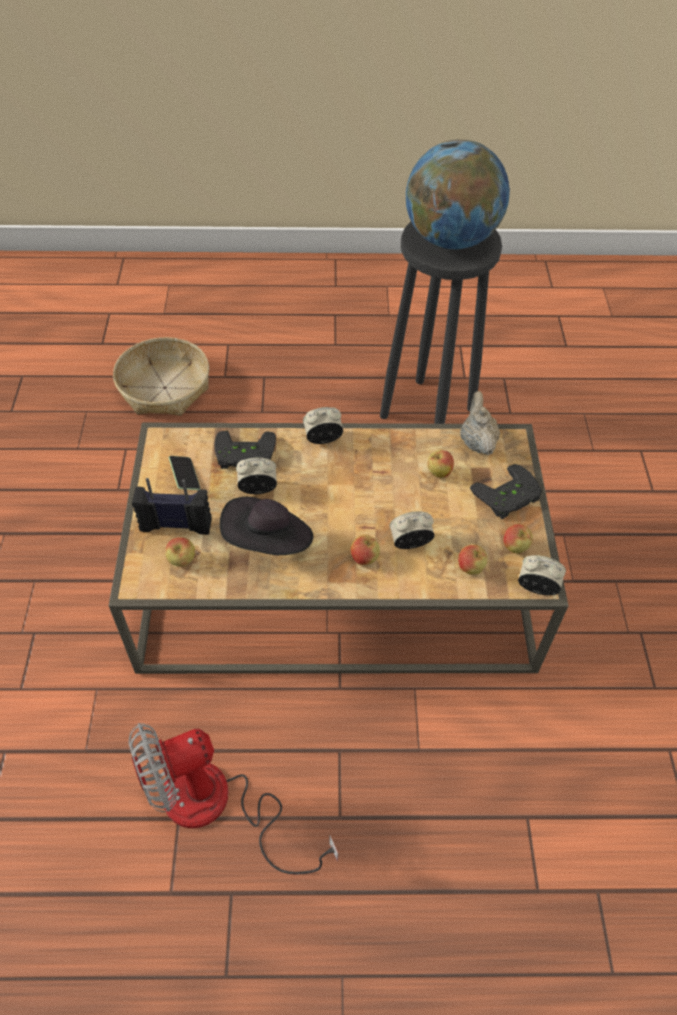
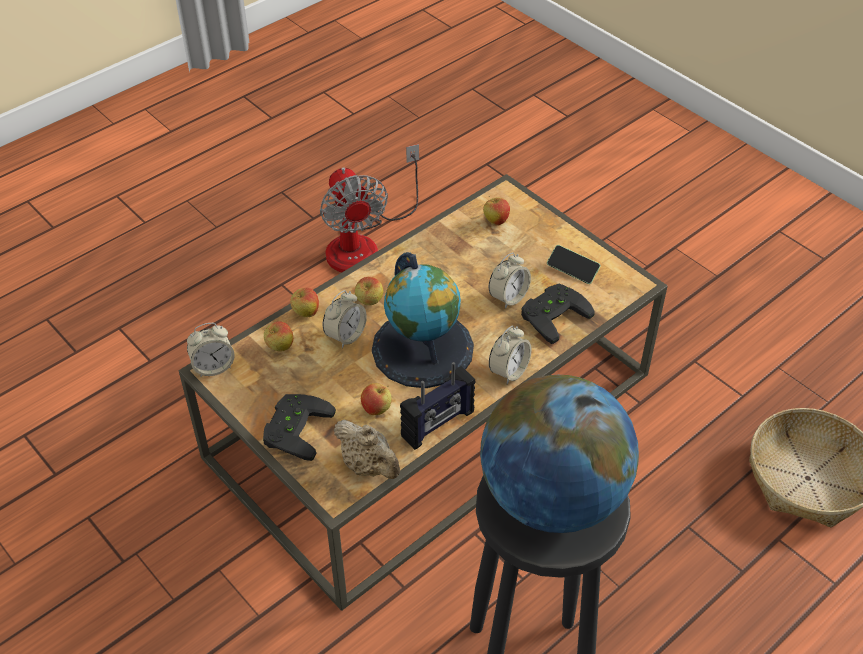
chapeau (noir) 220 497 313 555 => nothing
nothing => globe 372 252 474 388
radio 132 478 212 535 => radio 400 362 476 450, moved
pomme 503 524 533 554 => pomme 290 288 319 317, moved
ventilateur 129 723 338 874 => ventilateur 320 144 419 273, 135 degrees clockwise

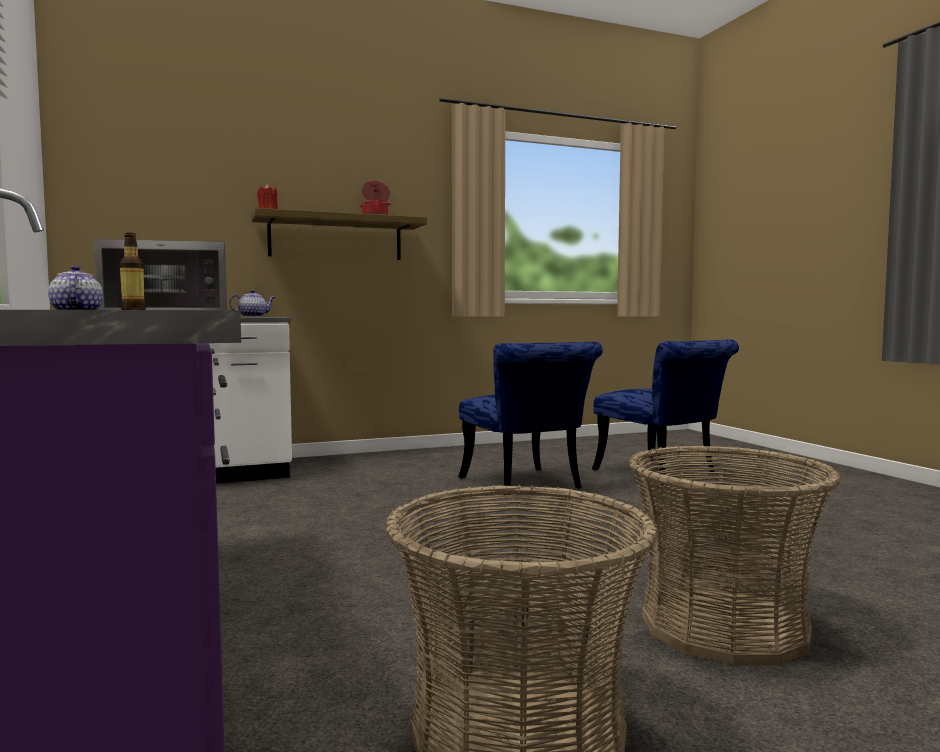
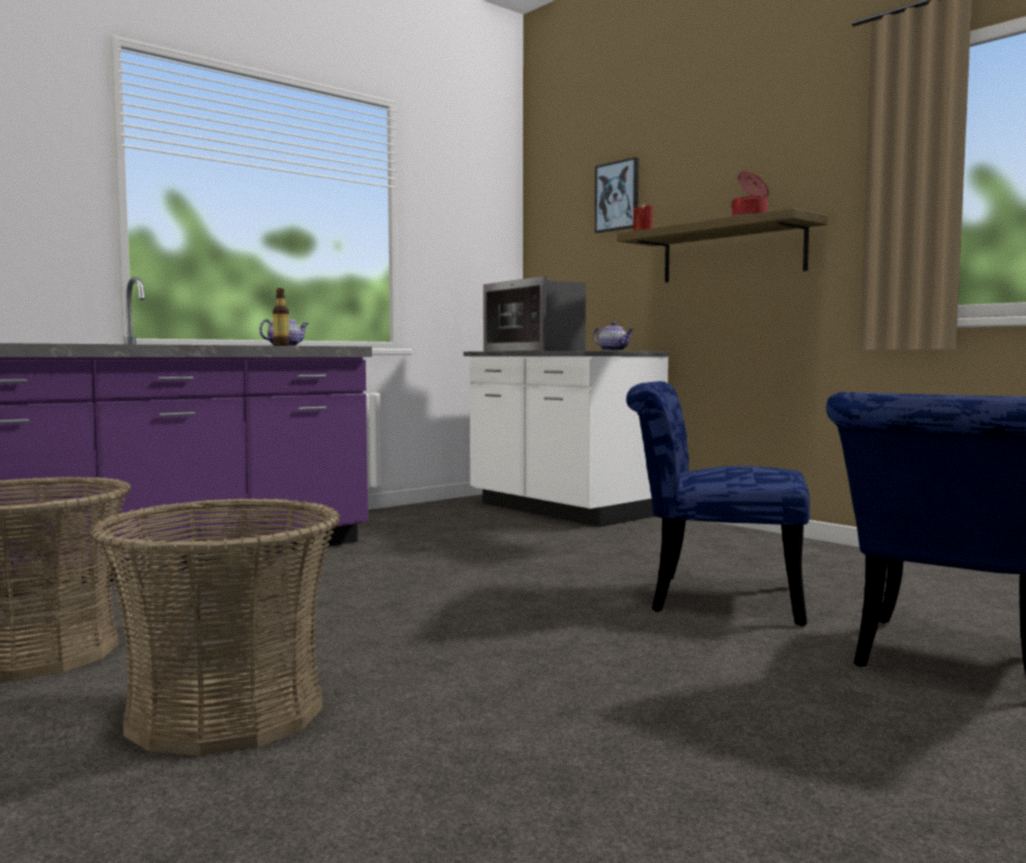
nothing => tableau 595 157 639 233
chaise (bleu) 458 342 603 495 => chaise (bleu) 626 381 810 626, 60 degrees clockwise

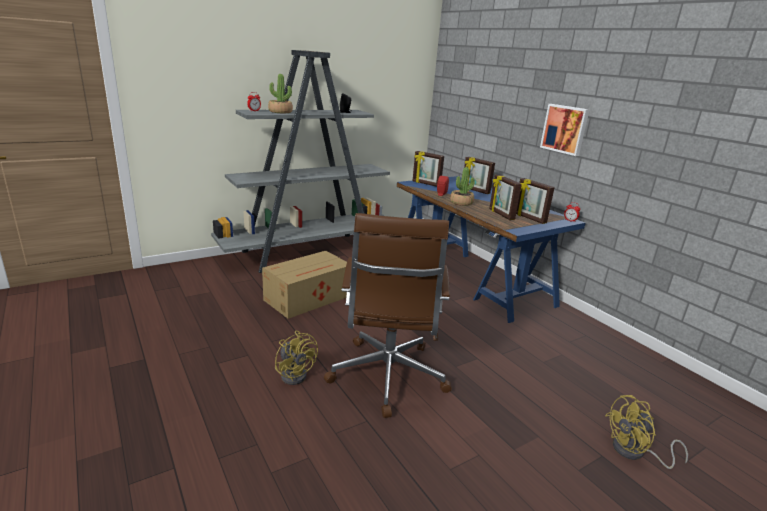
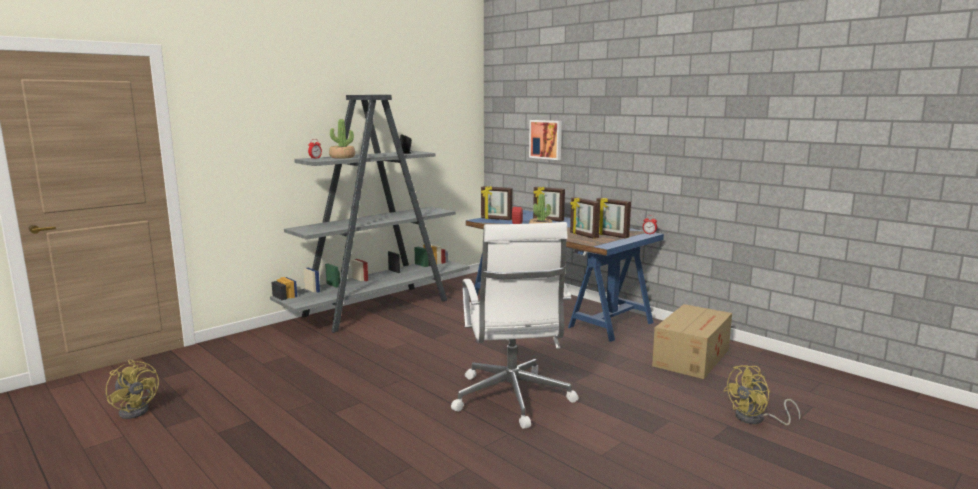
carton 262 251 347 319 => carton 652 304 732 379, moved
ventilateur (jaune) 275 331 318 385 => ventilateur (jaune) 106 360 159 419, moved
tableau 540 104 589 156 => tableau 529 120 562 160, moved
chaise de bureau (marron) 324 213 452 418 => chaise de bureau (blanc) 451 222 579 429

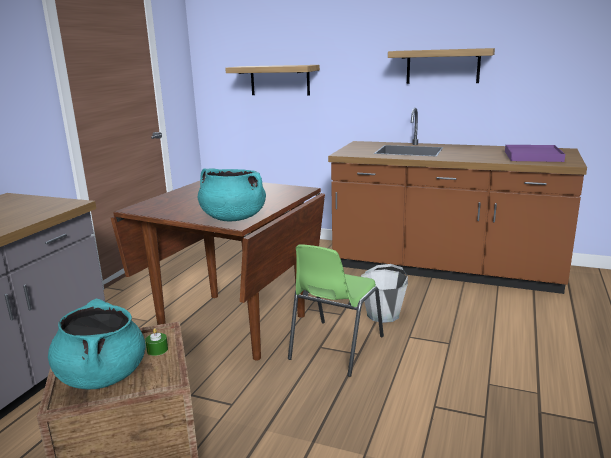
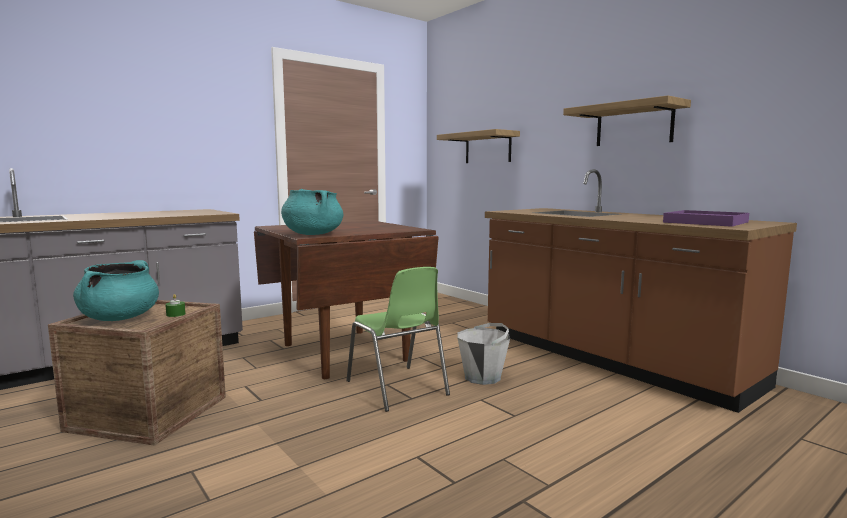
chaise (vert) 288 245 384 377 => chaise (vert) 346 267 450 412, 90 degrees counterclockwise

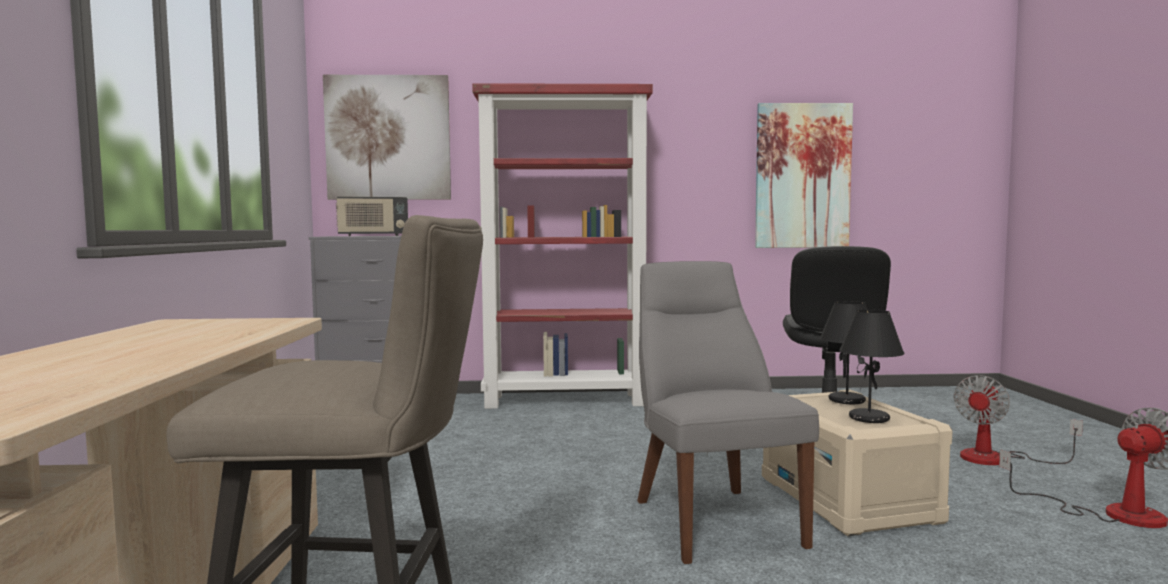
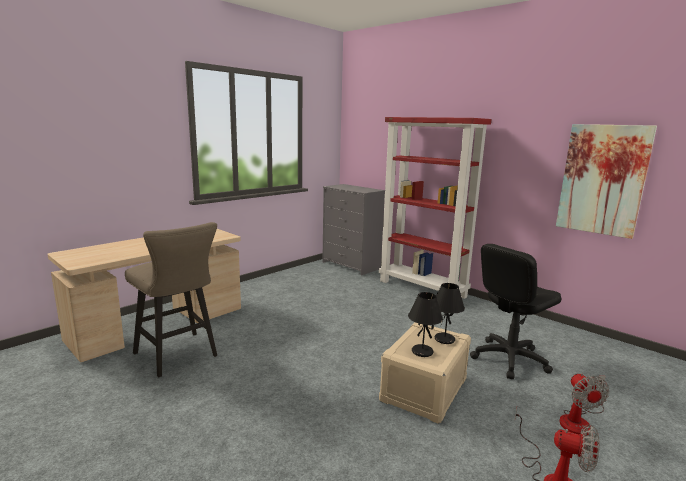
tableau 323 75 451 200 => nothing
radio 336 196 408 236 => nothing
chaise (gris) 637 261 819 564 => nothing
ventilateur 953 375 1083 465 => ventilateur 559 373 609 435, 90 degrees counterclockwise

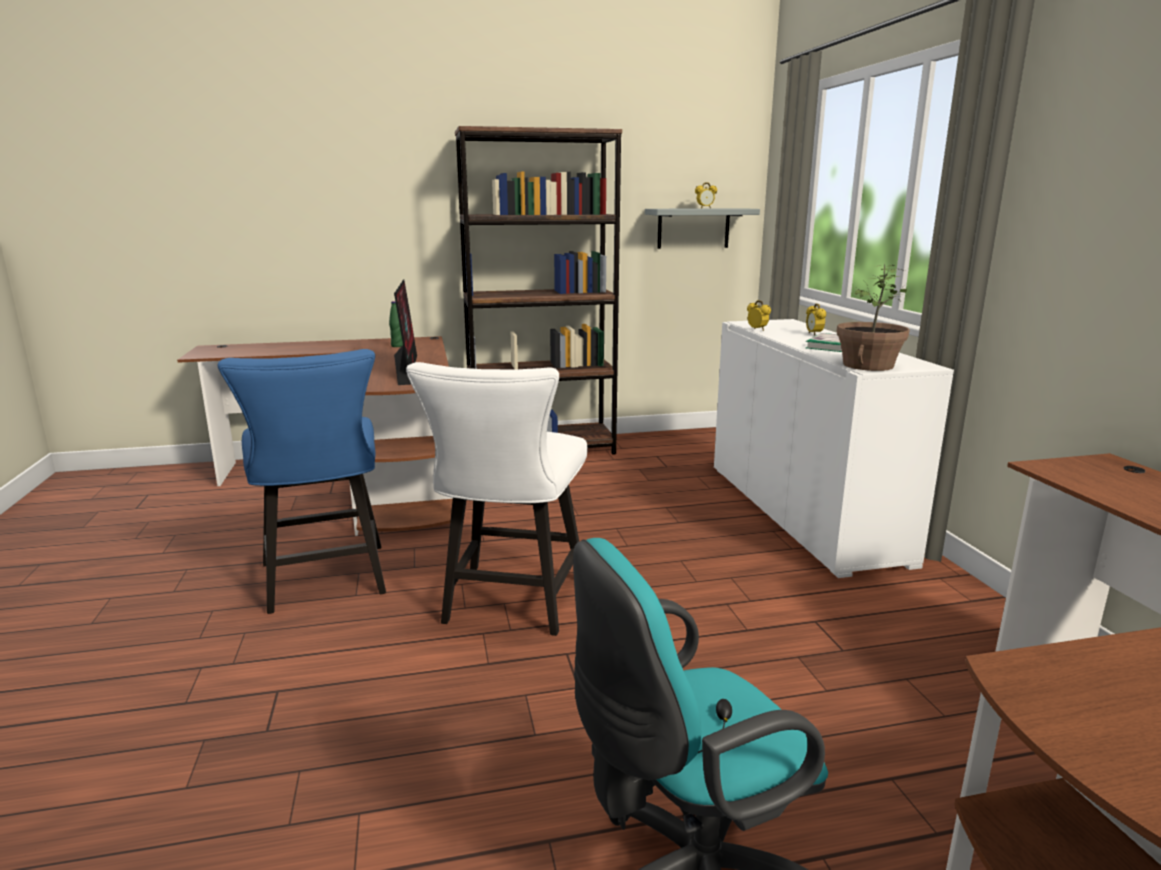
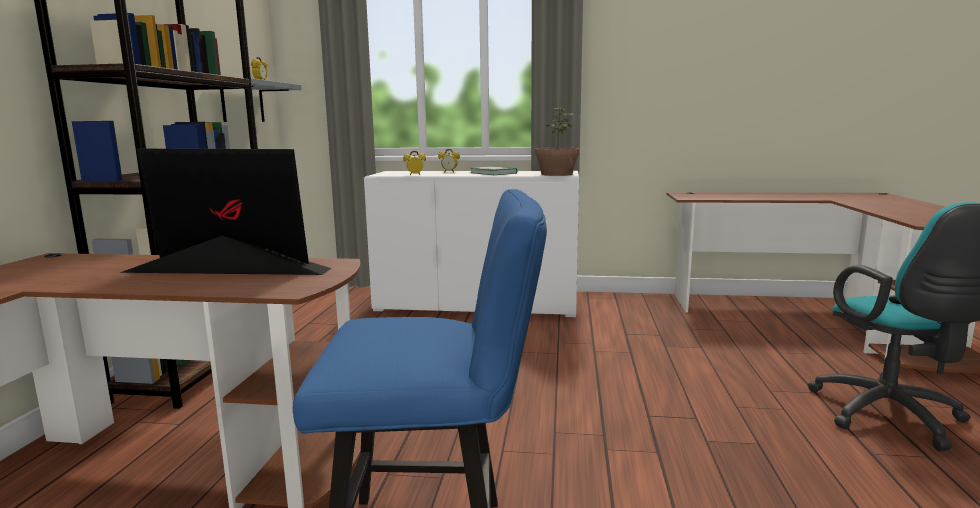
bouteille (vert) 389 301 403 347 => nothing
chaise (blanc) 406 362 587 636 => nothing

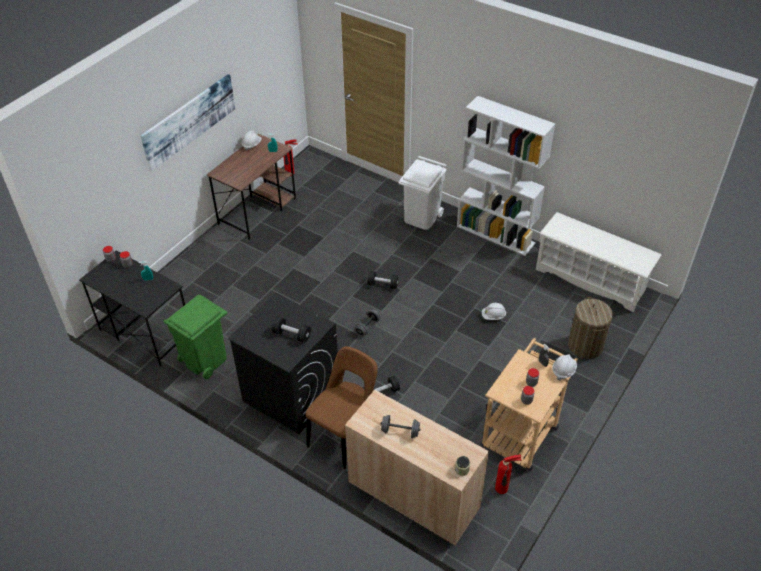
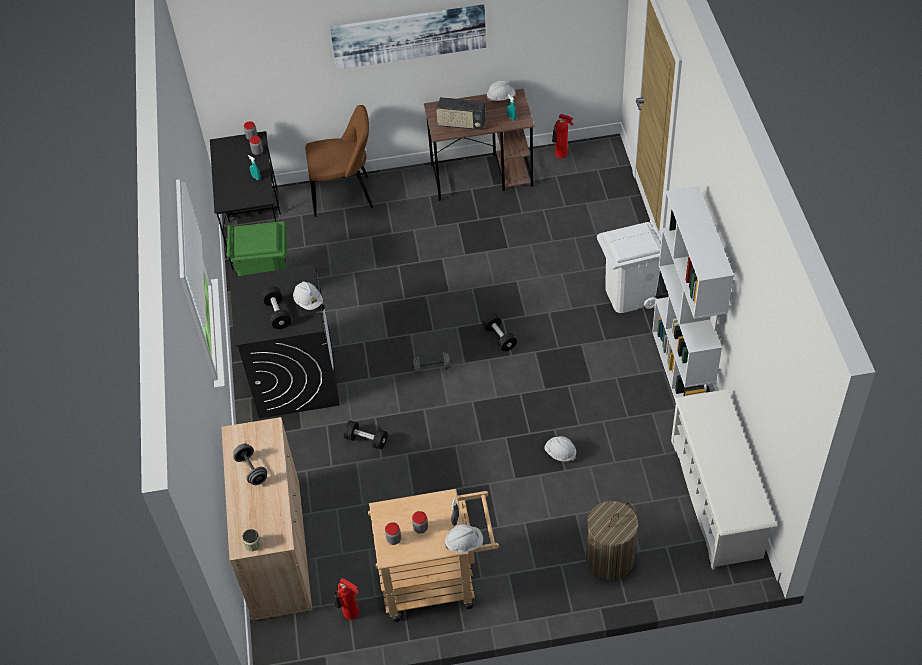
nothing => casque de chantier (blanc) 293 282 323 310
nothing => radio 437 97 486 130
chaise (marron) 305 346 378 469 => chaise (marron) 305 105 373 217, moved

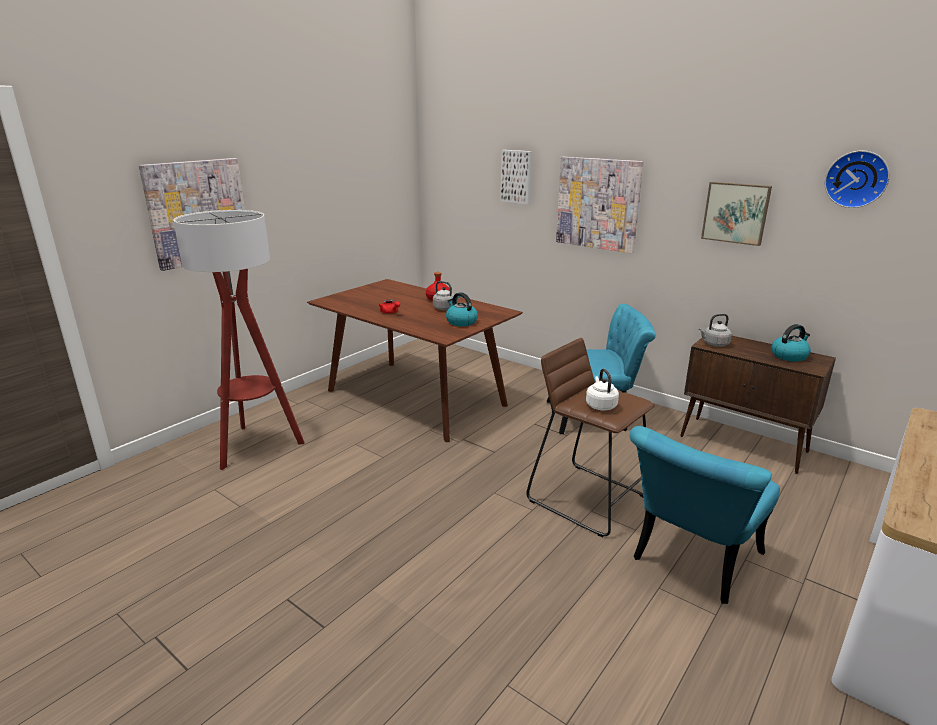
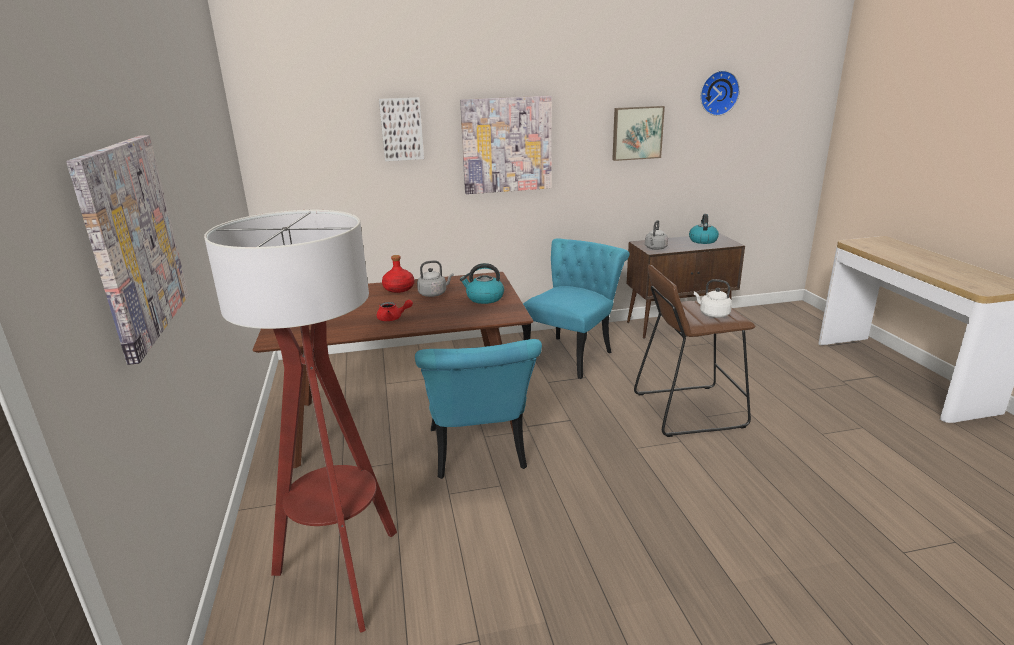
chaise (turquoise) 629 426 780 604 => chaise (turquoise) 415 339 542 479, moved

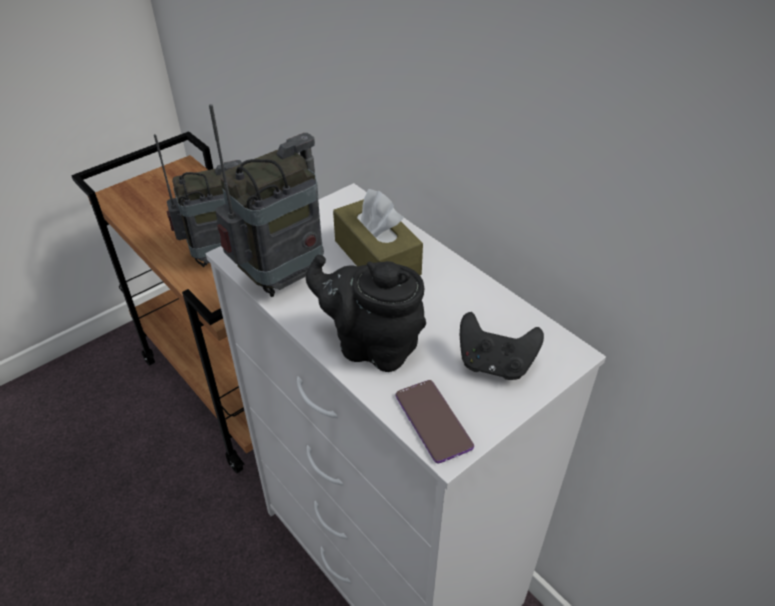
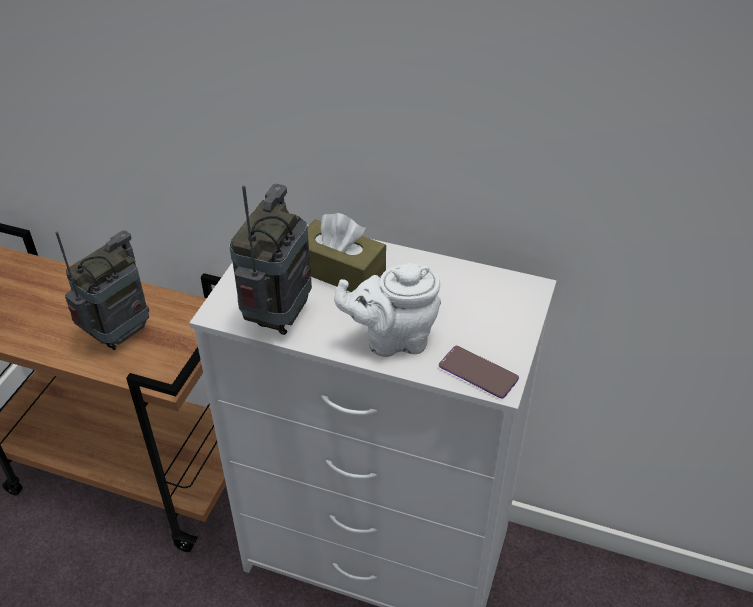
manette (noir) 460 312 544 380 => nothing
théière (noir) 306 255 426 372 => théière (blanc) 334 263 441 357

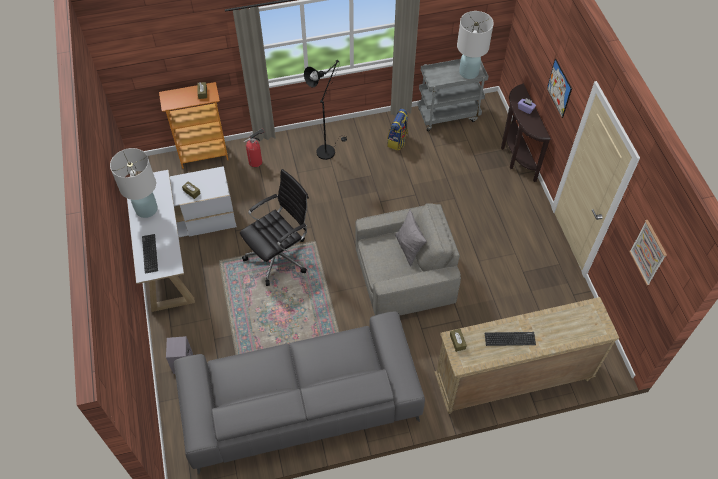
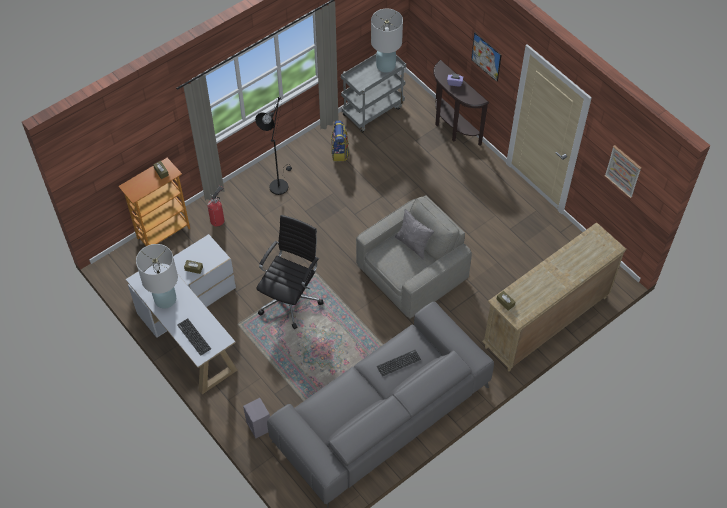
clavier 485 332 536 346 => clavier 377 350 421 376, moved

